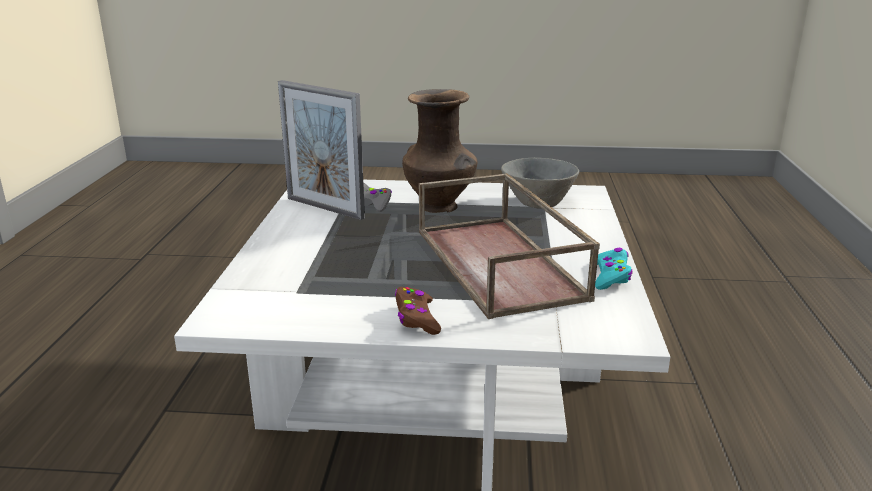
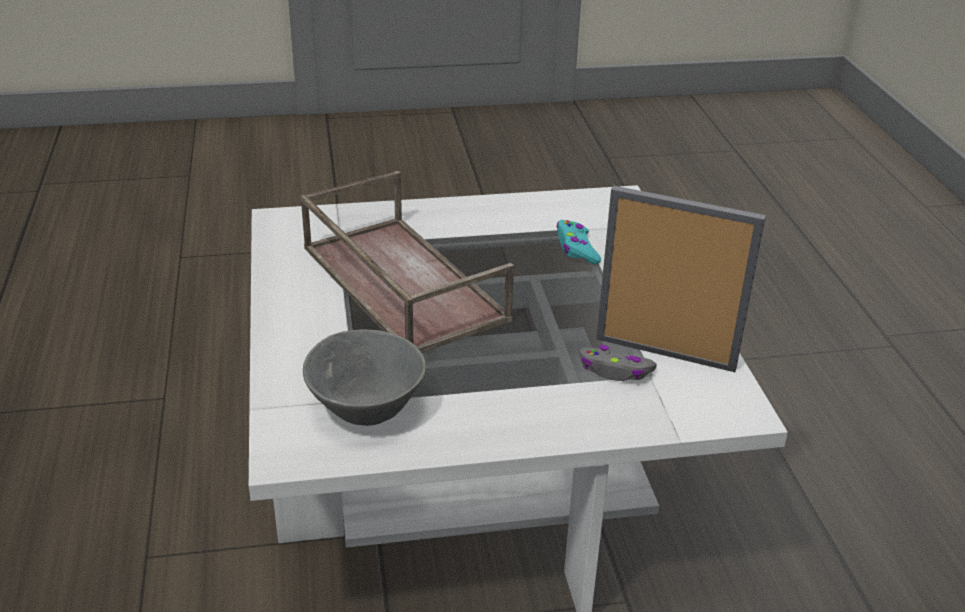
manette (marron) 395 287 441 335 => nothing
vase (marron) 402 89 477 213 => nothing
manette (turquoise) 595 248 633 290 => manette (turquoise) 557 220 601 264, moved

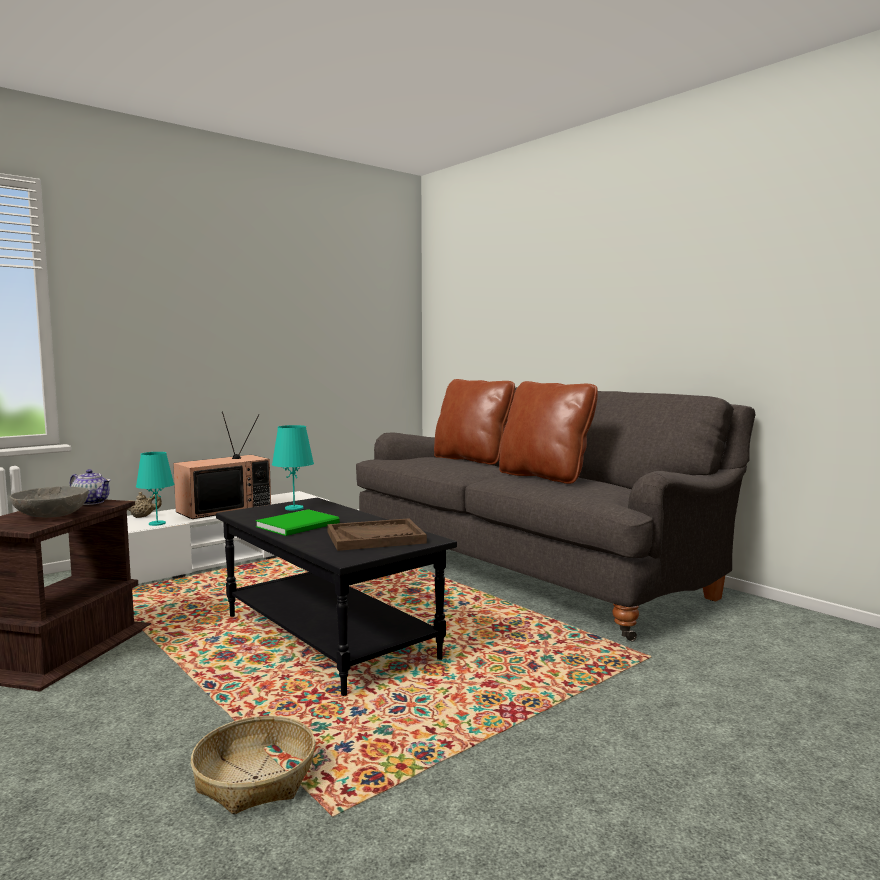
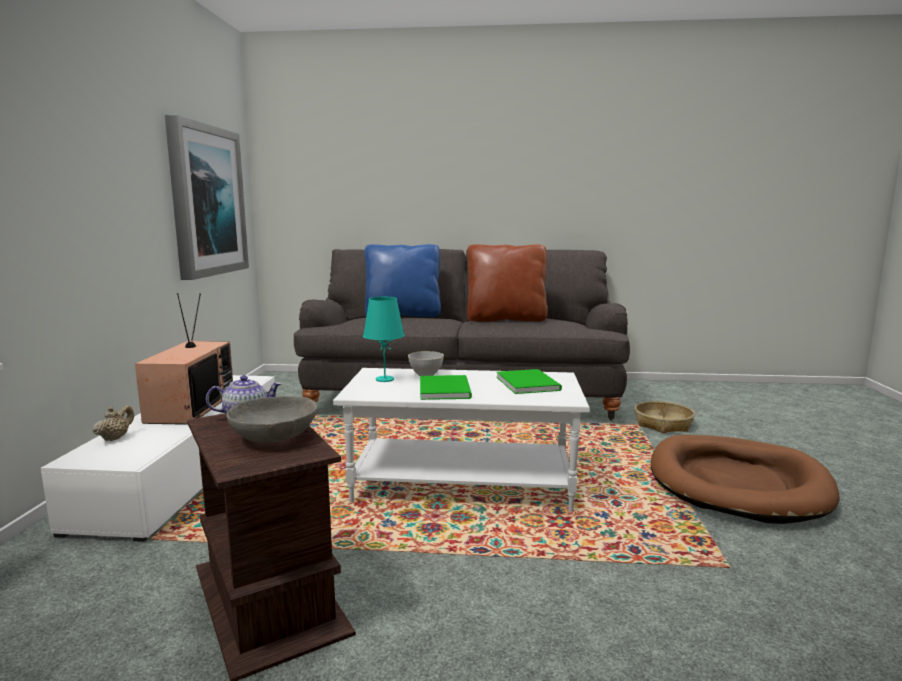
lampe de table (turquoise) 136 452 174 526 => nothing
nothing => tableau 165 115 249 280
nothing => bol (gris) 408 351 444 376
nothing => panier pour chien (marron) 651 435 840 524
panier 191 716 315 814 => panier 635 401 695 433, moved
plateau (marron) 327 518 427 551 => livre (vert) 496 369 562 394
table basse (noir) 216 498 457 696 => table basse (blanc) 333 368 589 512
coussin (marron) 434 379 515 465 => coussin (bleu) 364 244 441 317

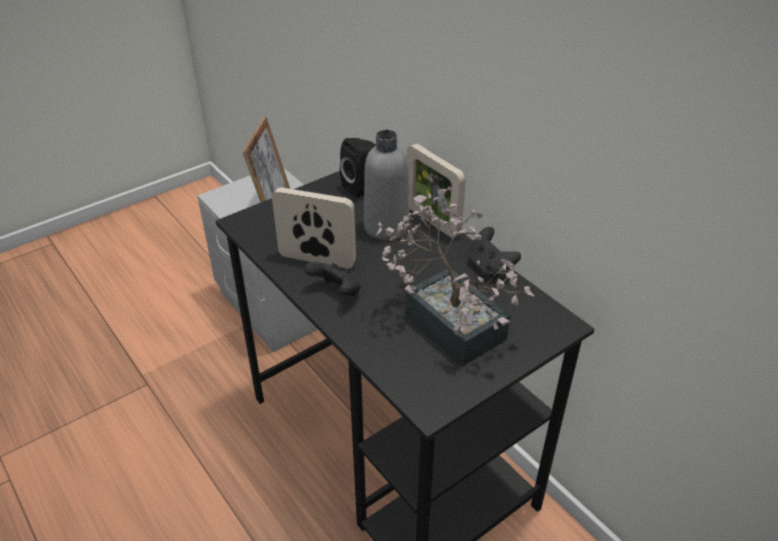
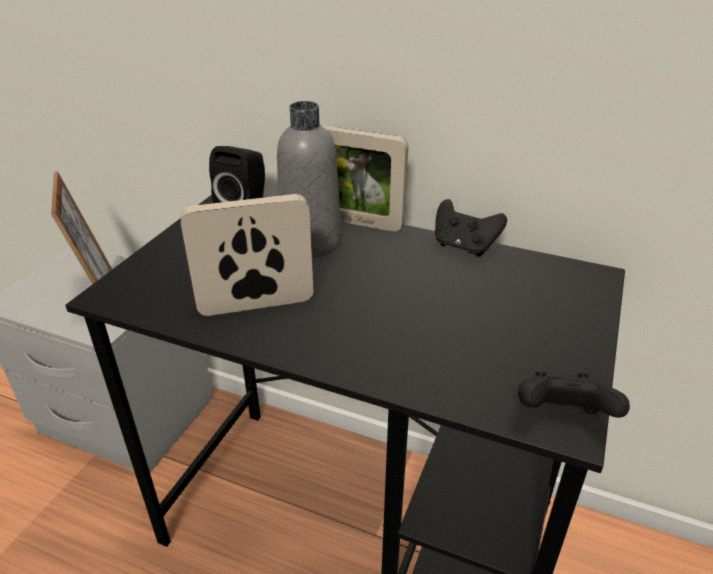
plante en pot 376 186 534 366 => nothing
manette (noir) 304 262 361 296 => manette (noir) 518 371 630 418, moved

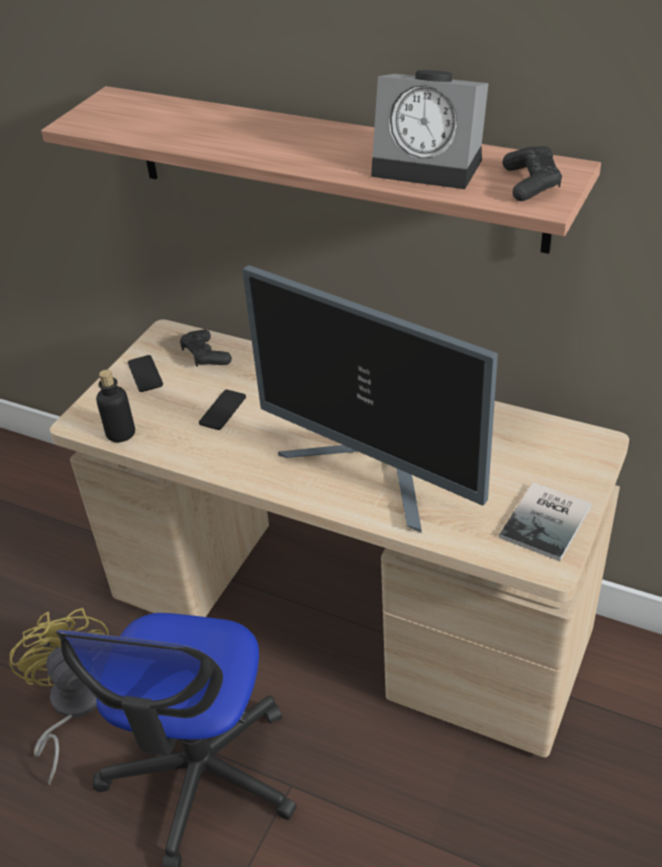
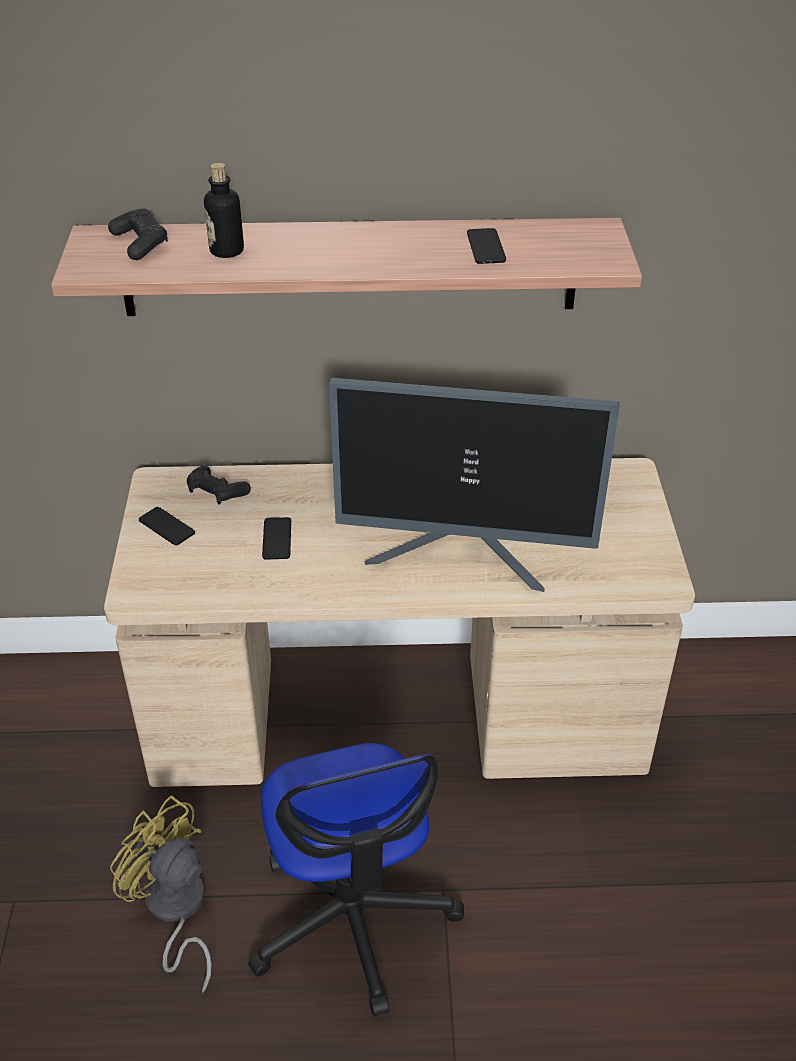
livre 499 482 592 561 => nothing
bouteille 96 370 135 442 => bouteille 204 163 244 258, moved
manette (noir) 502 146 562 201 => manette (noir) 108 208 168 260, moved
réveil 371 70 489 189 => téléphone 467 228 506 264

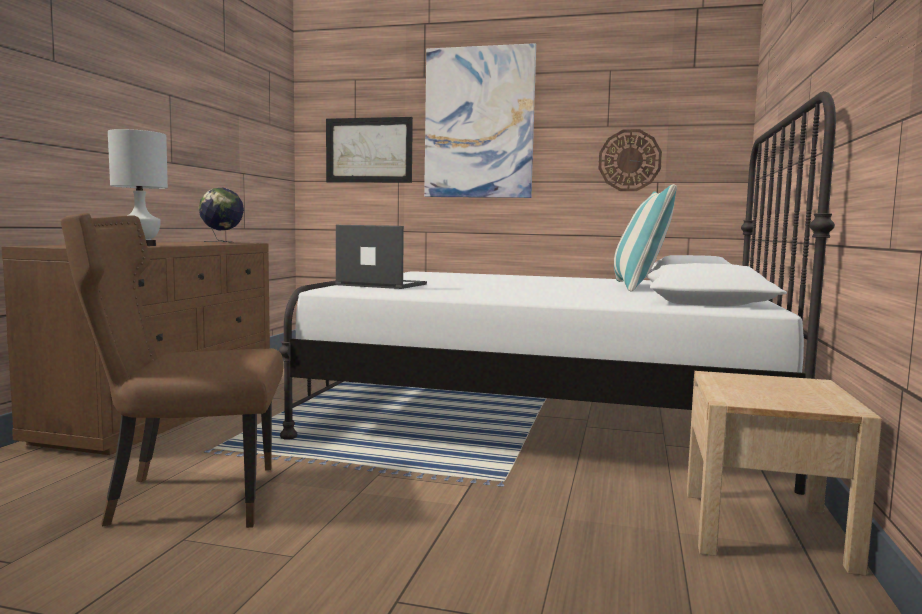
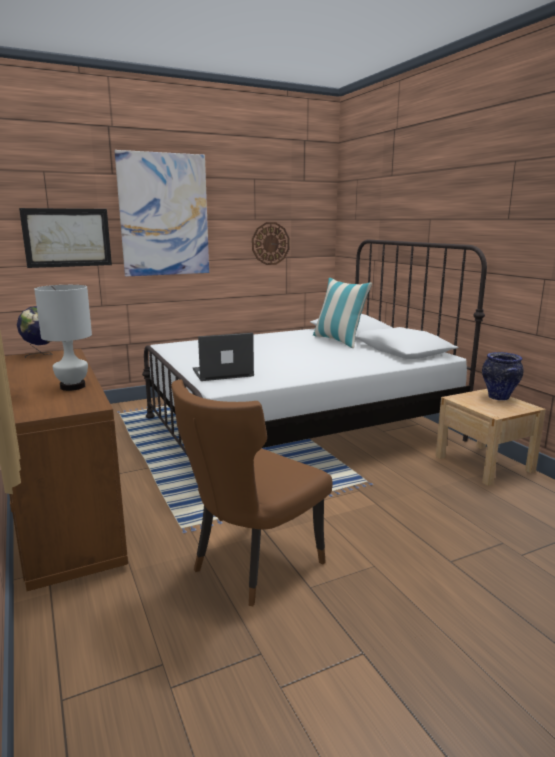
nothing => vase 482 352 524 401

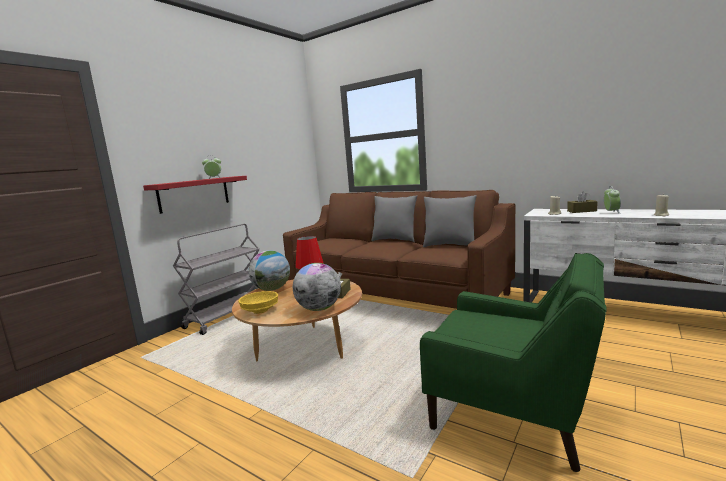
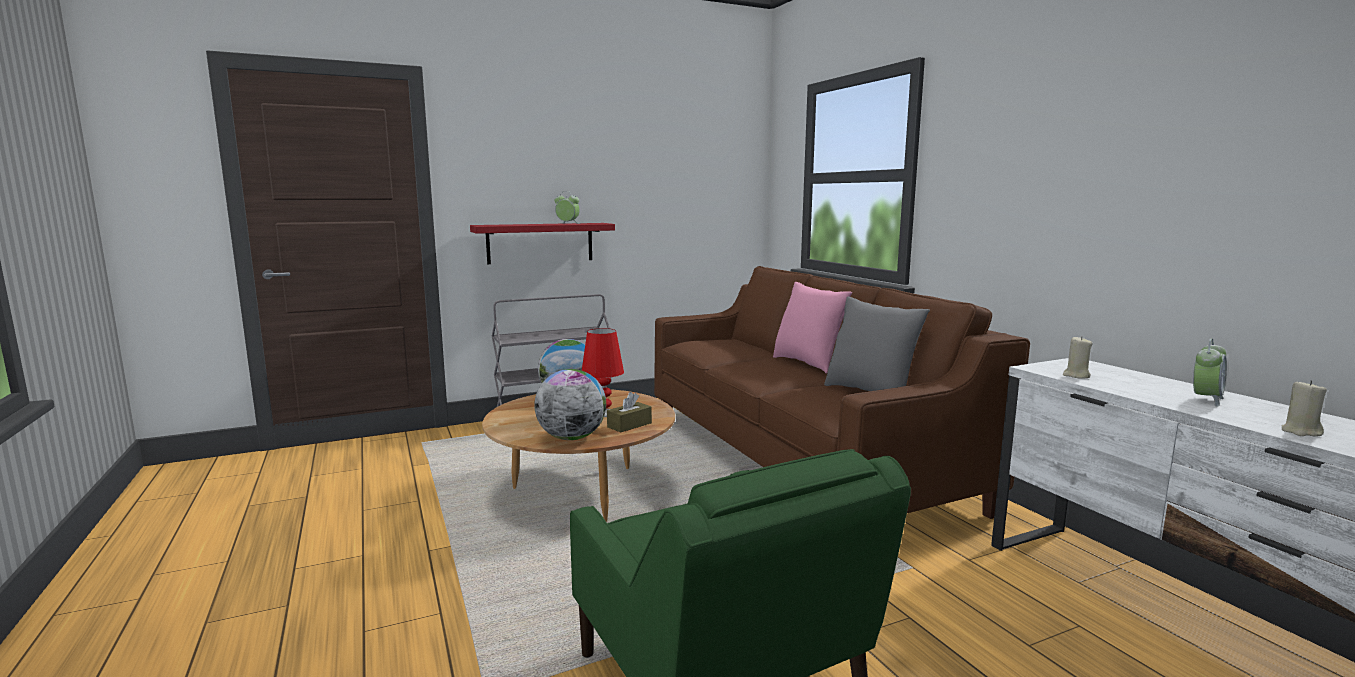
bol (jaune) 238 291 278 314 => nothing
boîte à mouchoirs (marron) 567 192 598 213 => nothing
coussin (gris) 371 195 418 242 => coussin (rose) 773 282 852 374

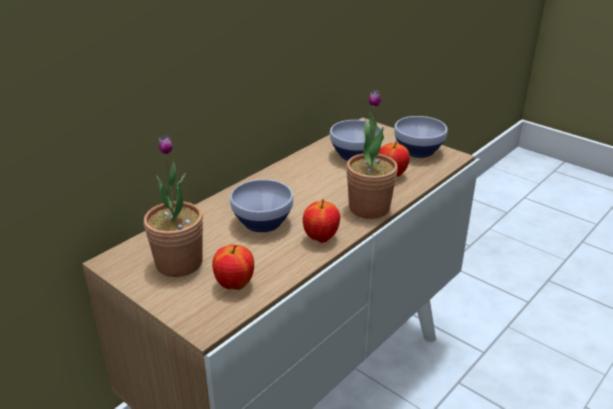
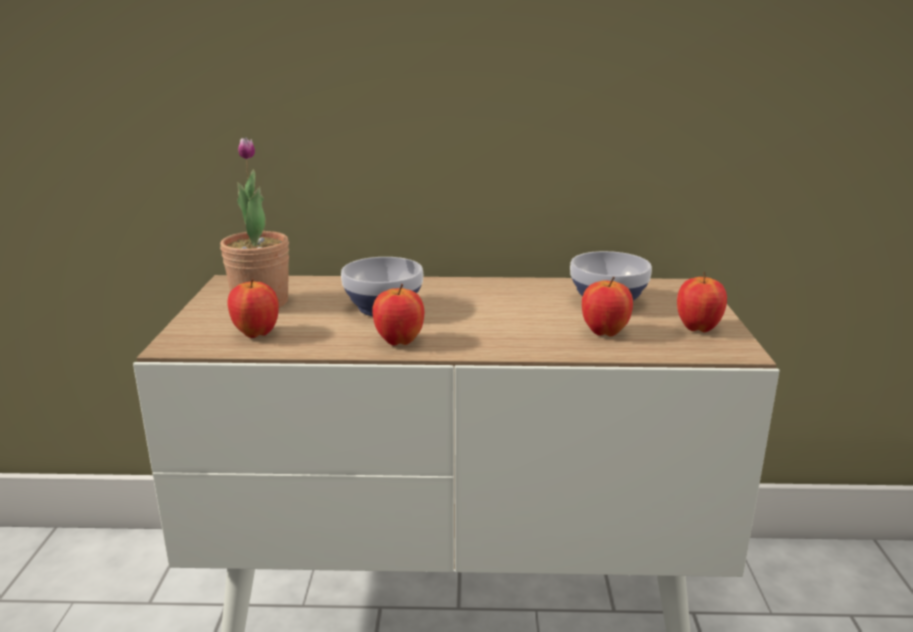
plante en pot 346 90 398 219 => nothing
bol 394 116 447 158 => pomme 677 272 727 332

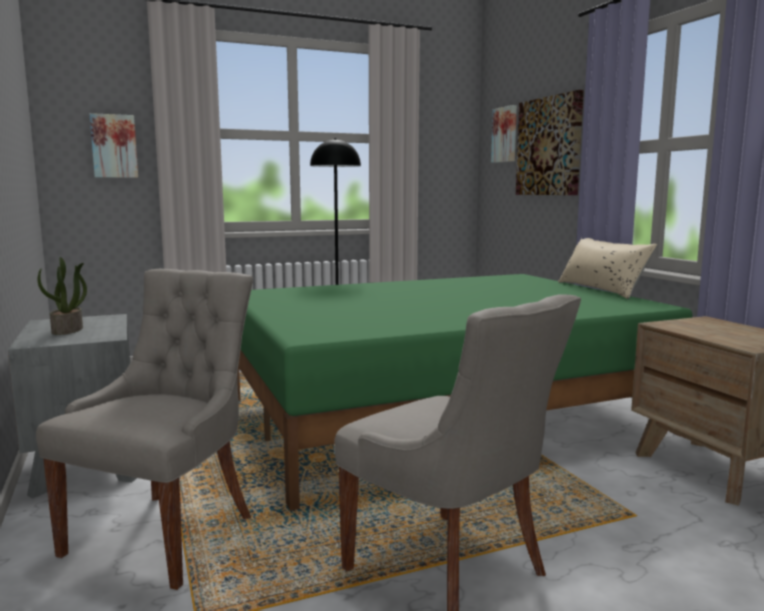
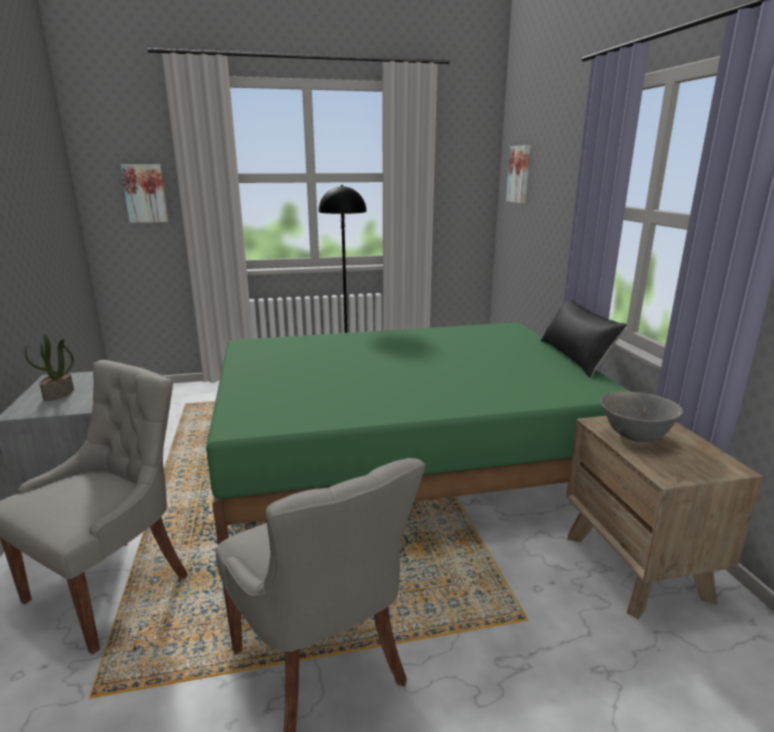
tableau 516 90 584 195 => nothing
nothing => bol (gris) 600 392 683 442
coussin (beige) 558 238 657 299 => coussin (noir) 541 300 627 378

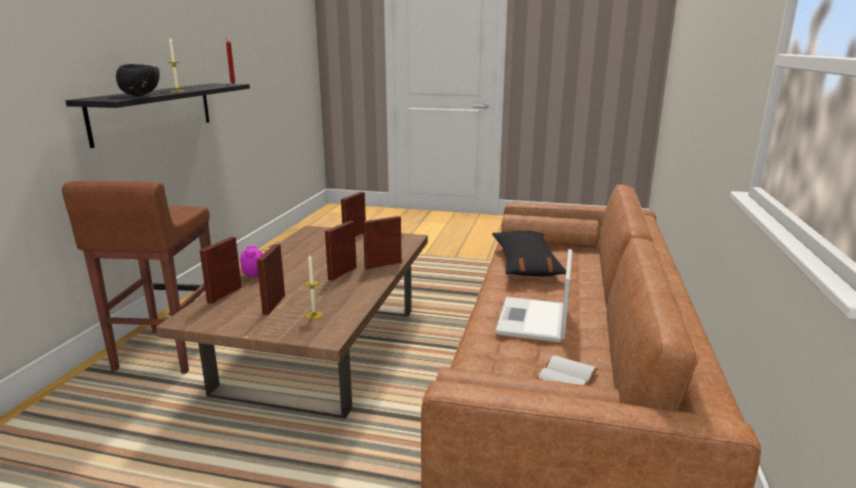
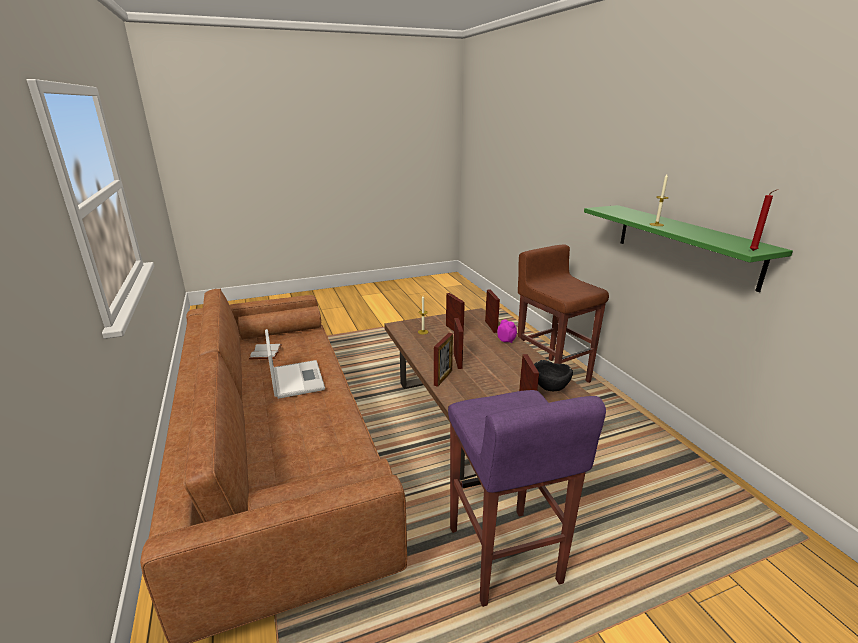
coussin (noir) 492 231 566 276 => nothing
nothing => tabouret (violet) 448 390 606 607
bol (noir) 116 64 160 96 => bol (noir) 534 360 573 391, moved
étagère (noir) 65 83 250 148 => étagère (vert) 584 205 793 292

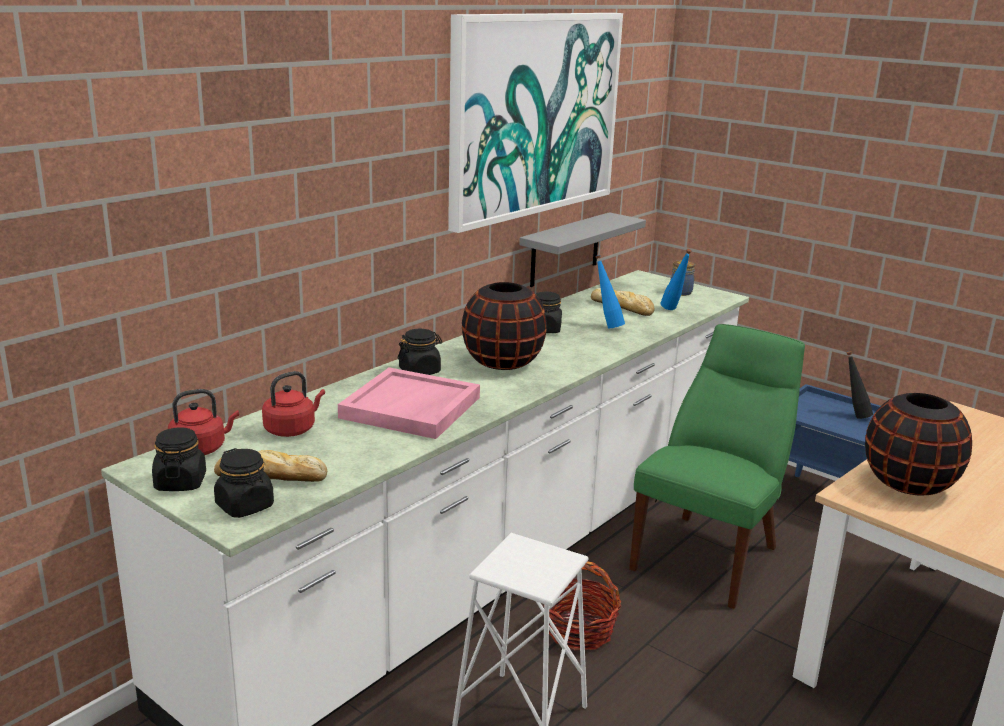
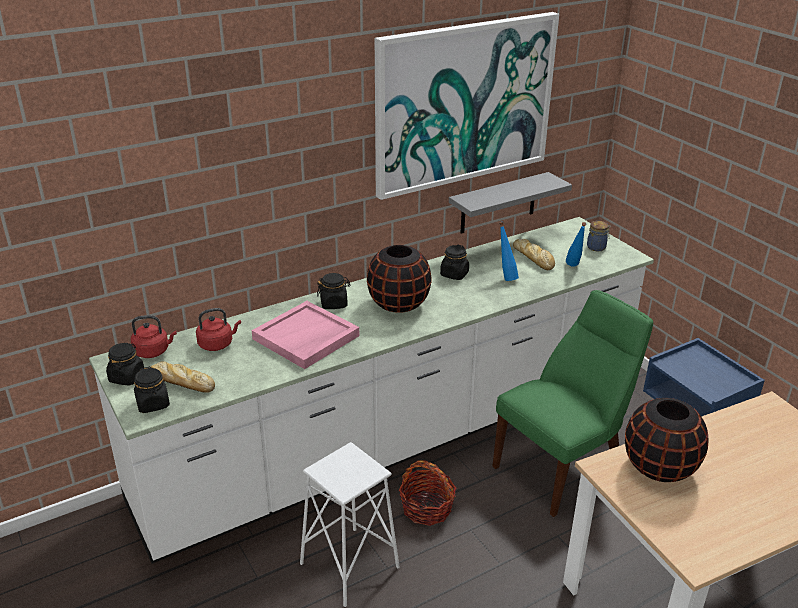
bouteille (noir) 847 351 873 419 => nothing

